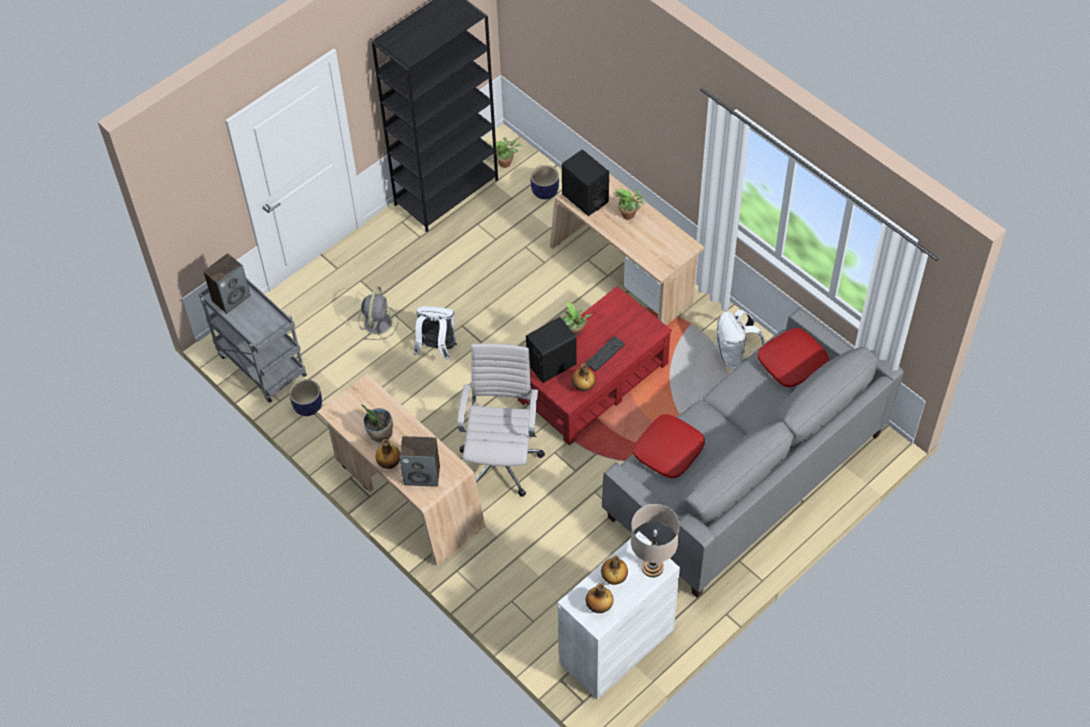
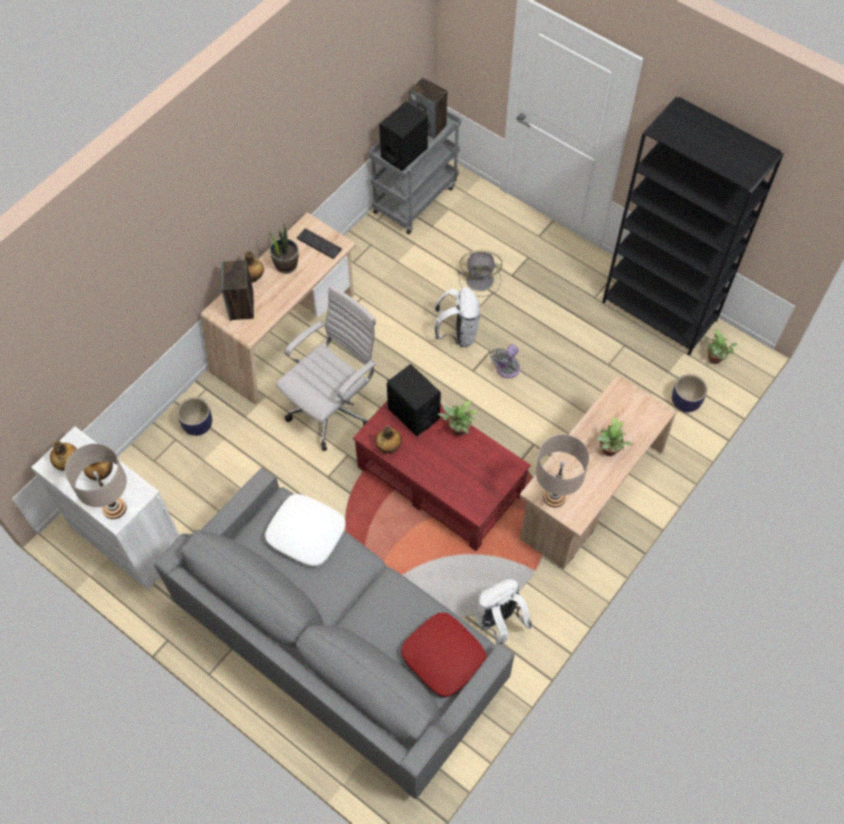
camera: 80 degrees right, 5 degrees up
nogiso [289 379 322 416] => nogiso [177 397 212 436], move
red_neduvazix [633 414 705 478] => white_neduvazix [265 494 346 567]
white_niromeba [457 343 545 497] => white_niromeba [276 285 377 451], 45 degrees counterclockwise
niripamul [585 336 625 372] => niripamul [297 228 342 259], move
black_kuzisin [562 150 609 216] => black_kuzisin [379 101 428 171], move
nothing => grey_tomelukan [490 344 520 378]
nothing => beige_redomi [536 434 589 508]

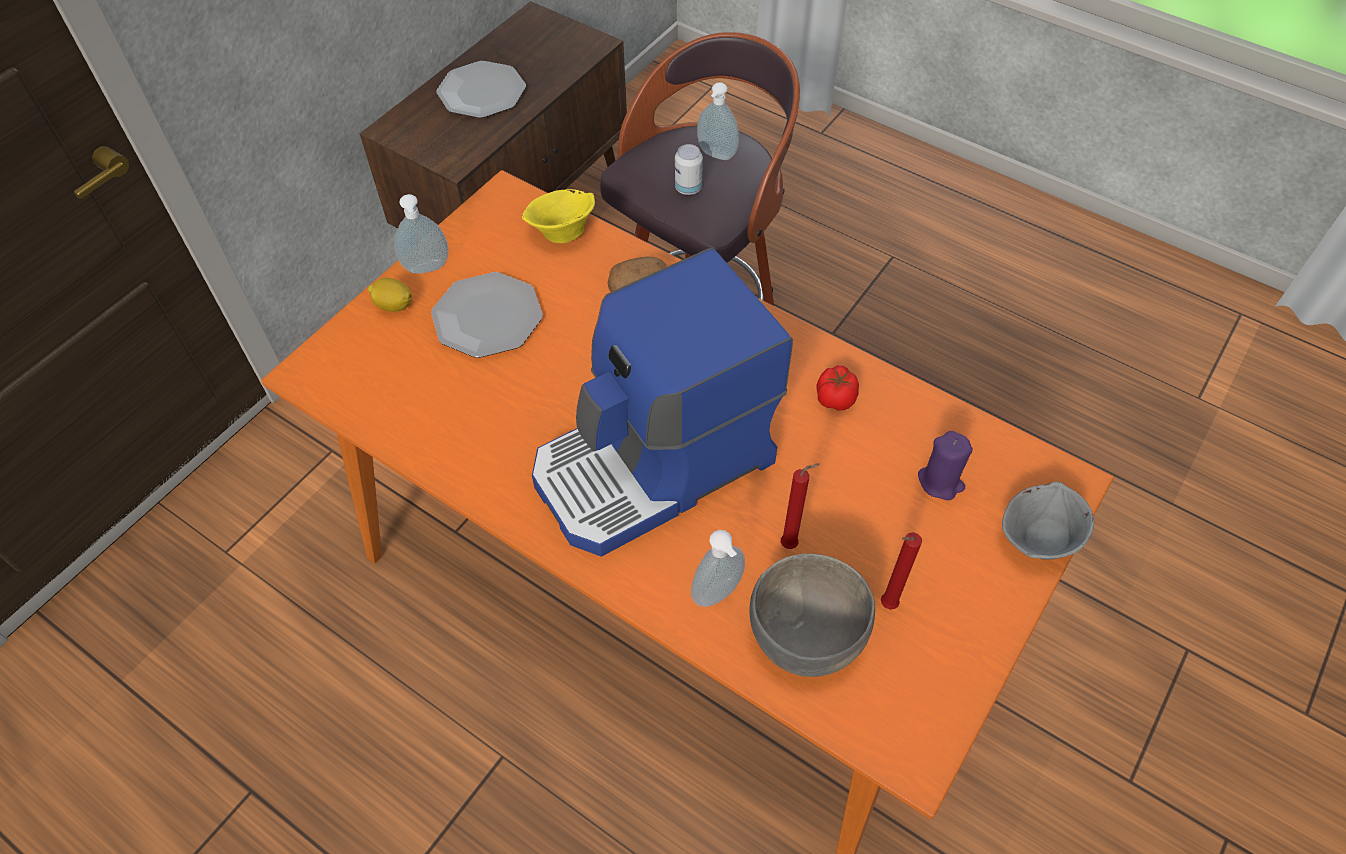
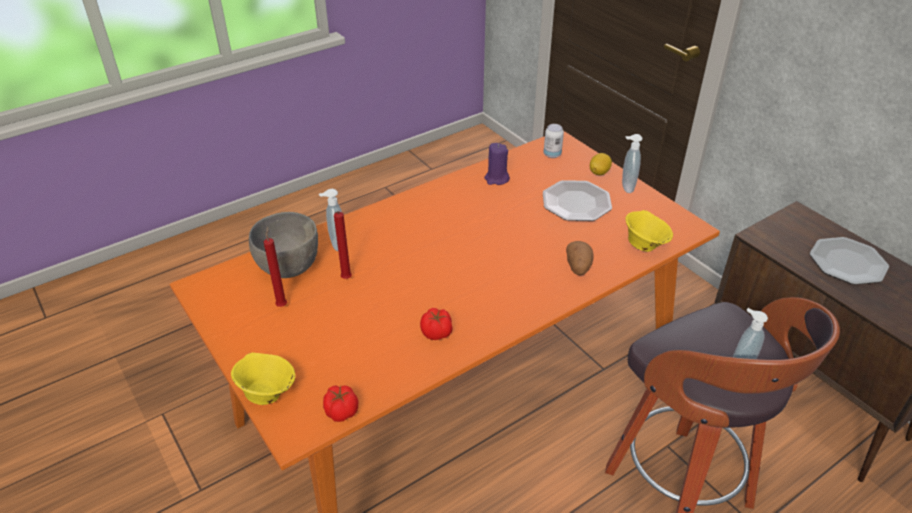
camera: 110 degrees right, 15 degrees down
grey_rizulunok [1002 481 1094 560] => yellow_rizulunok [231 353 295 405]
nothing => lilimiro [323 385 358 422]
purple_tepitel [918 431 973 500] => purple_tepitel [484 143 510 185], move
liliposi [675 144 703 195] => liliposi [544 124 564 158], move
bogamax [532 248 793 556] => nothing

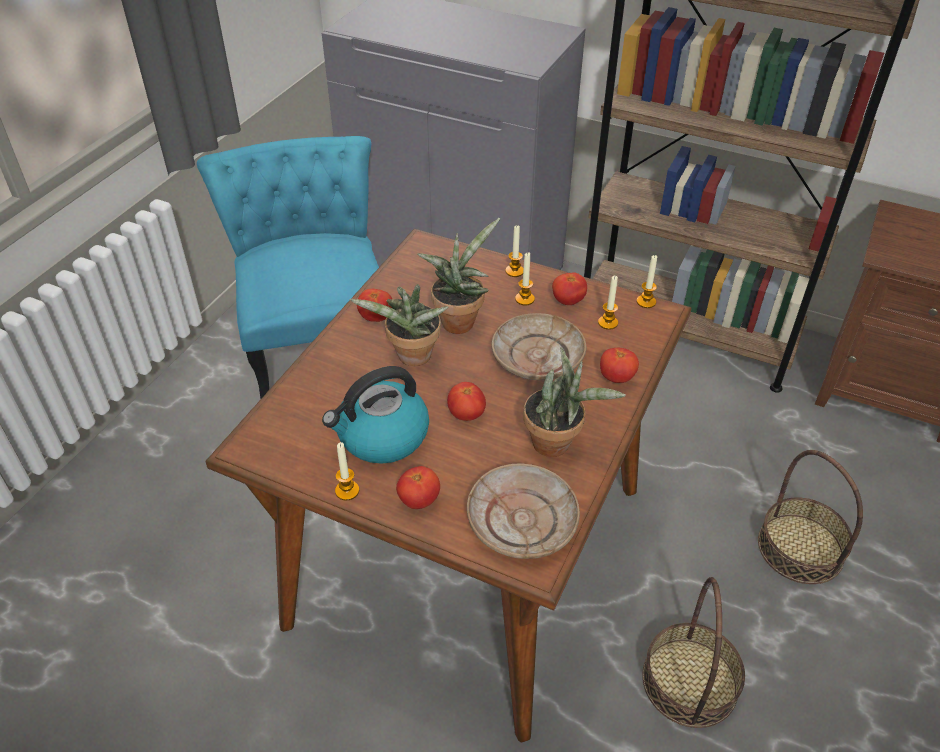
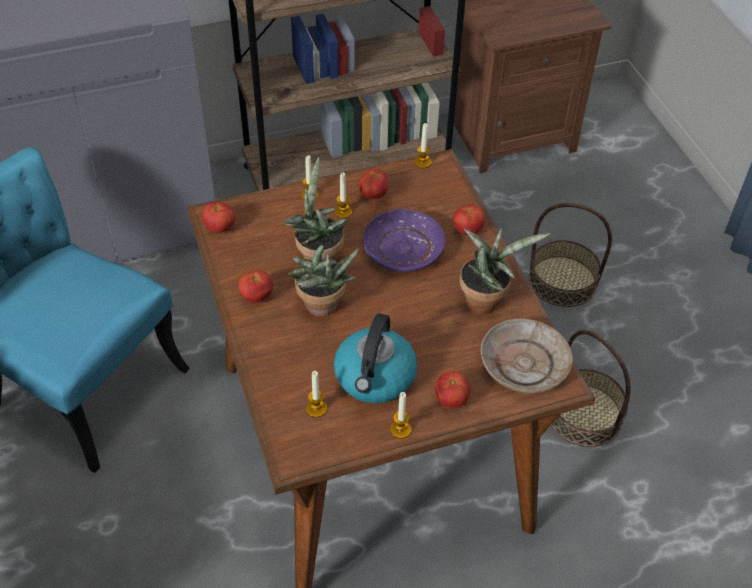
camera: 45 degrees left, 5 degrees up
lilimiro [447 382 486 421] => lilimiro [202 202 235 233], move
tepitel [598 275 618 330] => tepitel [306 371 327 418], move
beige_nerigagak [492 313 586 380] => purple_nerigagak [363 209 446 272]

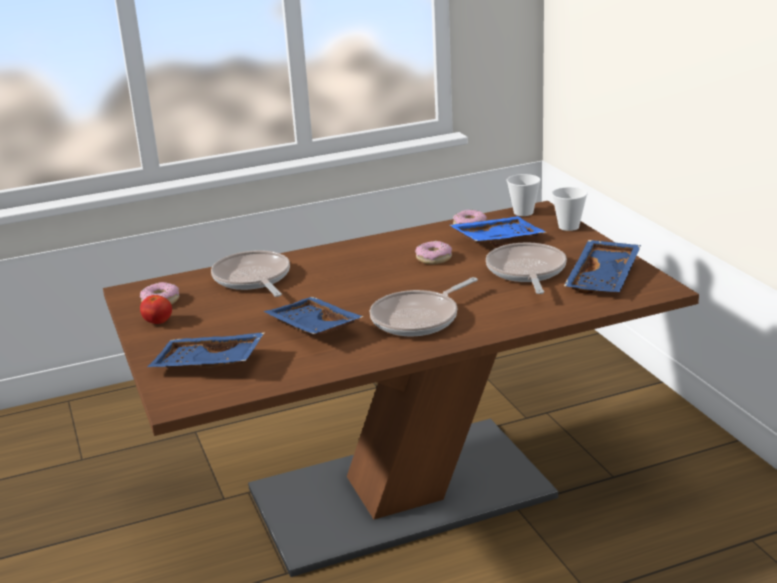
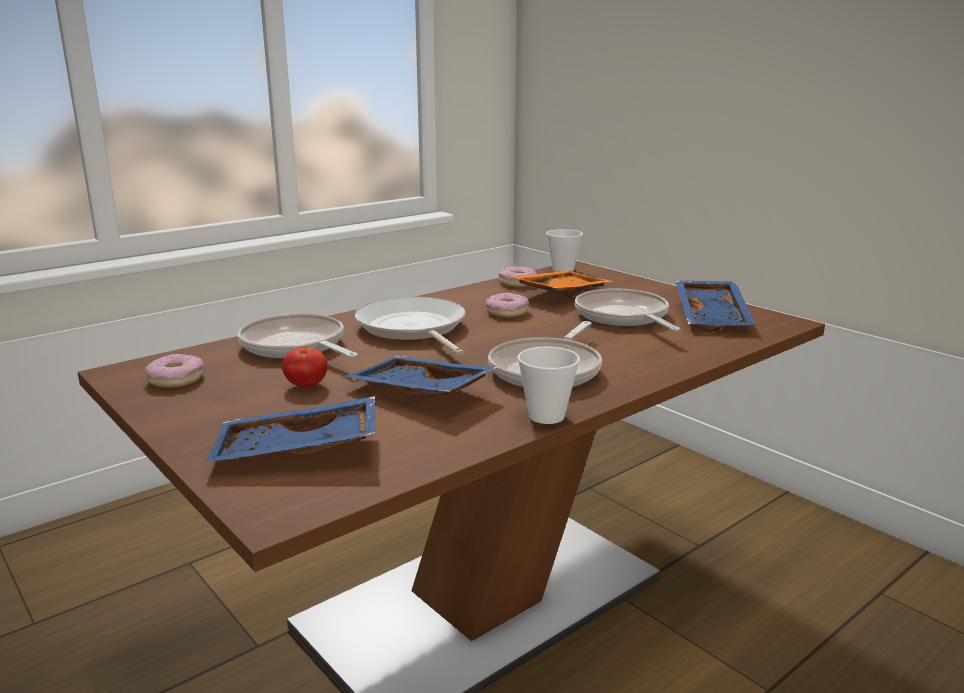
camera: 20 degrees left, 5 degrees down
lilimiro [140 295 172 324] => lilimiro [282 348 328 387], move
nothing => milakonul [355 297 465 356]
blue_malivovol [450 216 546 247] => orange_malivovol [510 270 613 297]
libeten [552 187 587 231] => libeten [517 346 580 424], move

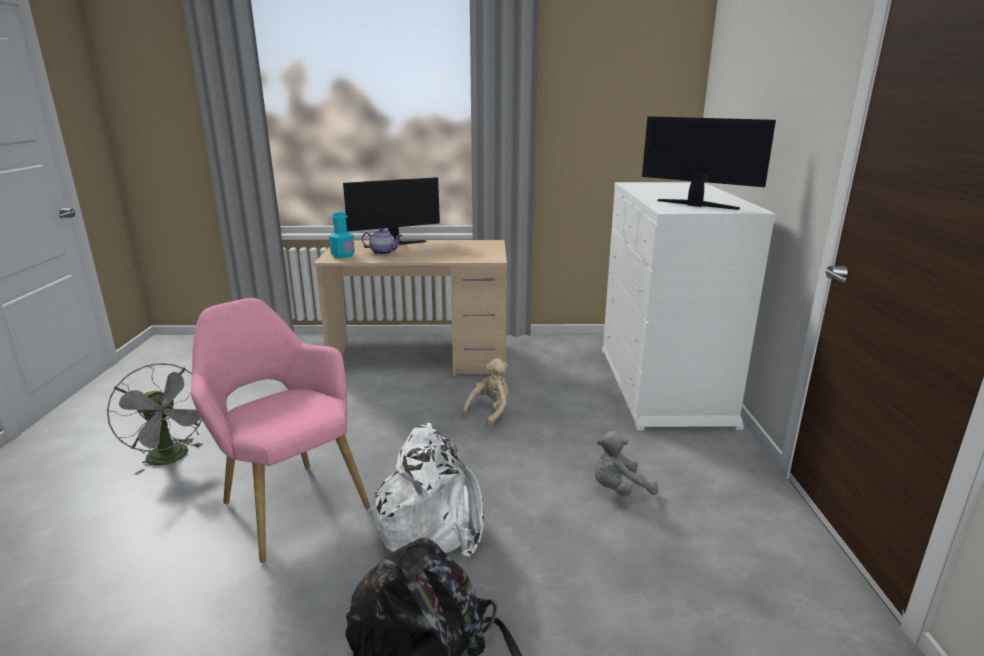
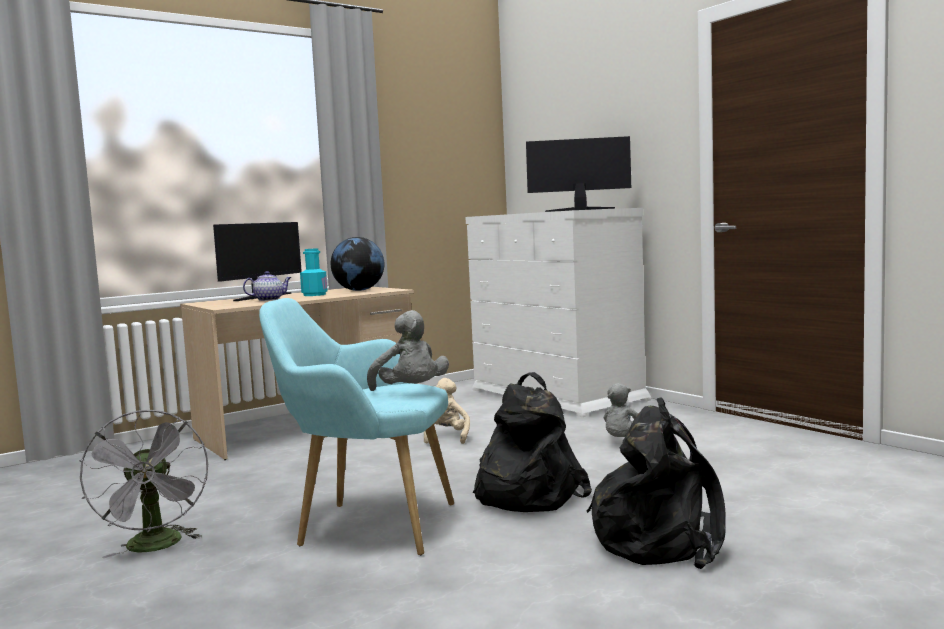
camera: 35 degrees left, 15 degrees down
grey_tomelukan [106 363 203 475] => grey_tomelukan [79 410 208 558], 60 degrees clockwise
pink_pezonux [191 298 370 563] => turquoise_pezonux [259 298 454 556]
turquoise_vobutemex [329 212 355 258] => turquoise_vobutemex [300 248 327 296], move
nothing => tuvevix [331 237 384 291]
nothing => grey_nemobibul [367 310 449 391]
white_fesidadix [368 423 484 557] => black_fesidadix [472 372 592 512]

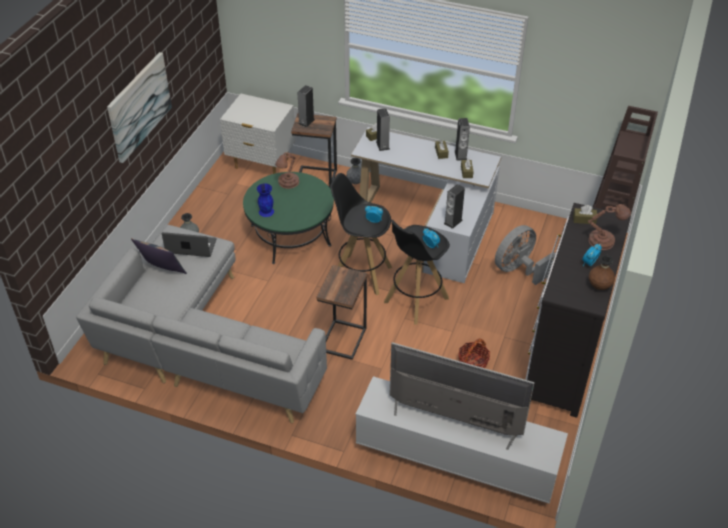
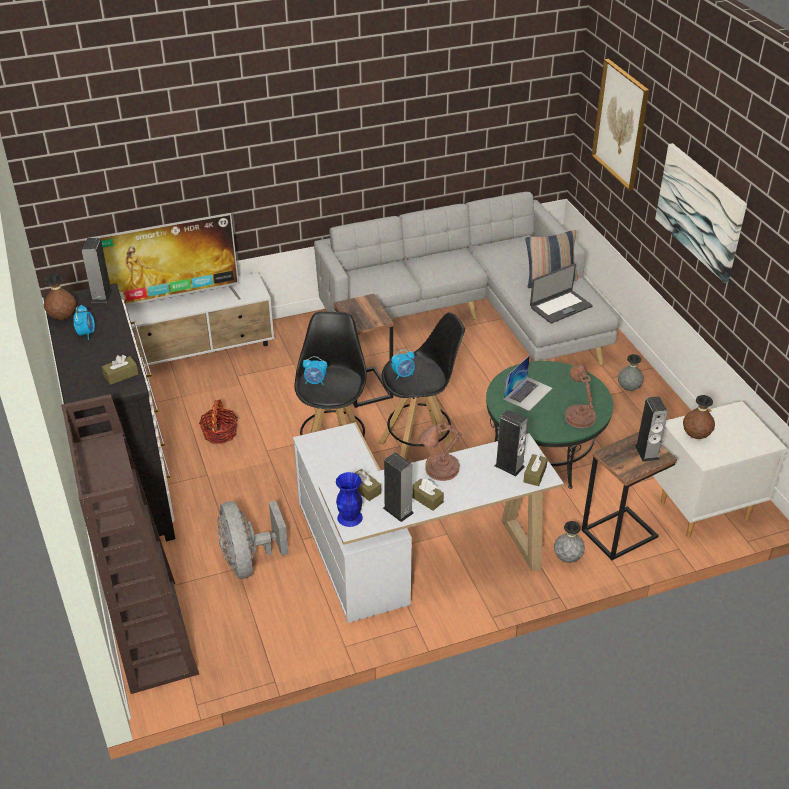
camera: 140 degrees right, 5 degrees down
kuzisin [444 184 465 229] => kuzisin [82 238 112 302], move
grey_tomelukan [495 225 555 285] => grey_tomelukan [218 501 289 579], 150 degrees clockwise
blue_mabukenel [257 183 274 217] => blue_mabukenel [336 472 363 527], move
brown_redomi [588 204 631 250] => brown_redomi [419 423 462 481], move
nothing => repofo [504 355 552 411]
nothing => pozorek [592 59 649 191]
nothing => brown_mabukenel [683 395 715 439]

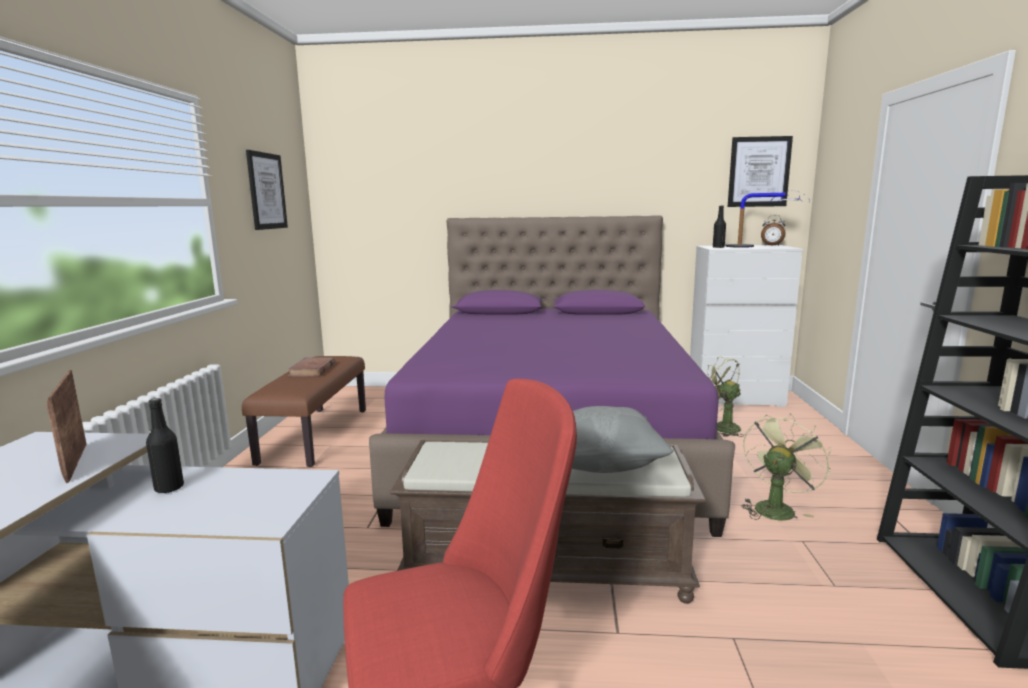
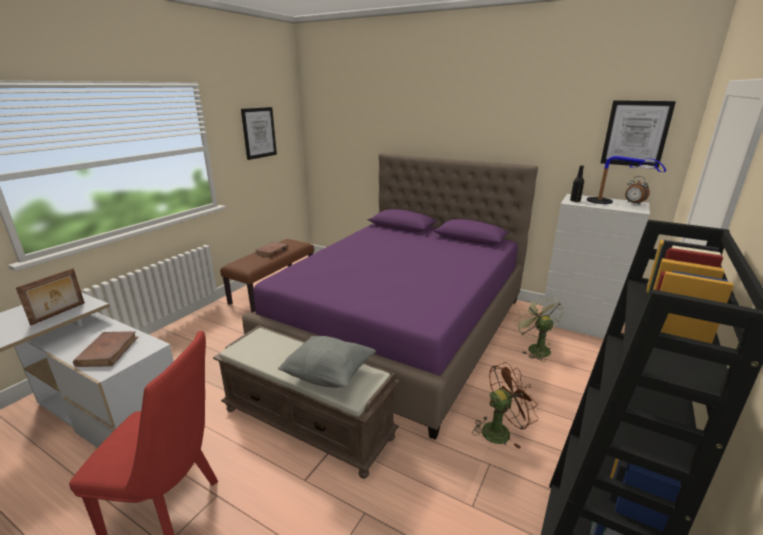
camera: 25 degrees right, 10 degrees up
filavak [47 370 86 483] => filavak [16 268 85 325], 150 degrees counterclockwise
nothing => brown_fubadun [73 331 138 367]
green_tomelukan [741 413 832 521] => brown_tomelukan [472 362 538 449]
black_vobutemex [146 398 184 493] => nothing

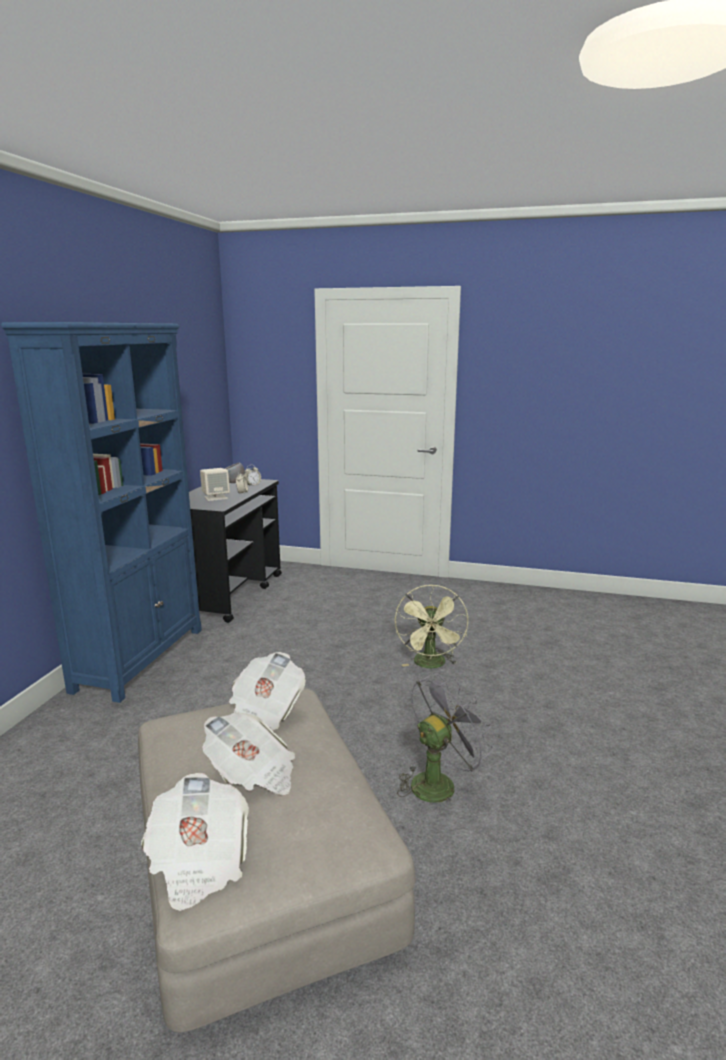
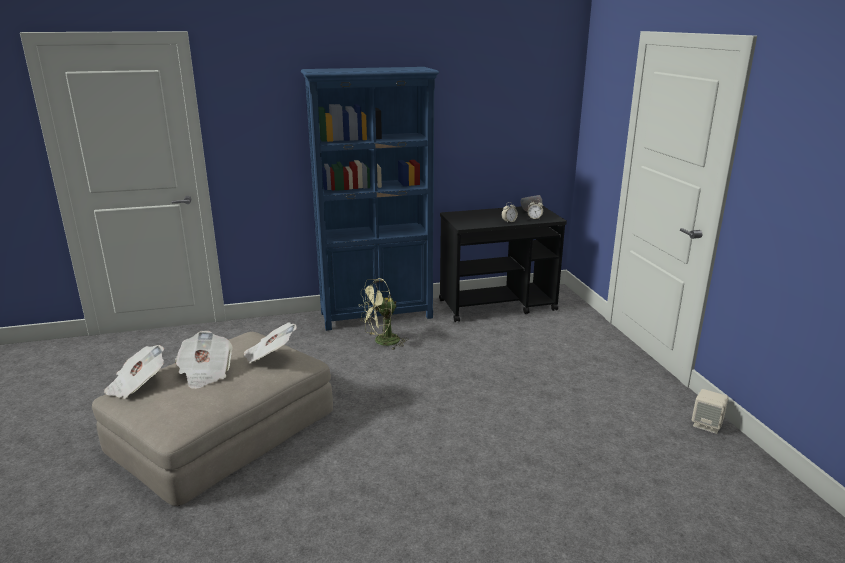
camera: 60 degrees right, 5 degrees up
green_tomelukan [395 584 468 668] => green_tomelukan [359 278 407 350], move
beige_kuzisin [200 468 230 501] => beige_kuzisin [692 389 729 434], move
grey_tomelukan [397 673 493 803] => nothing

